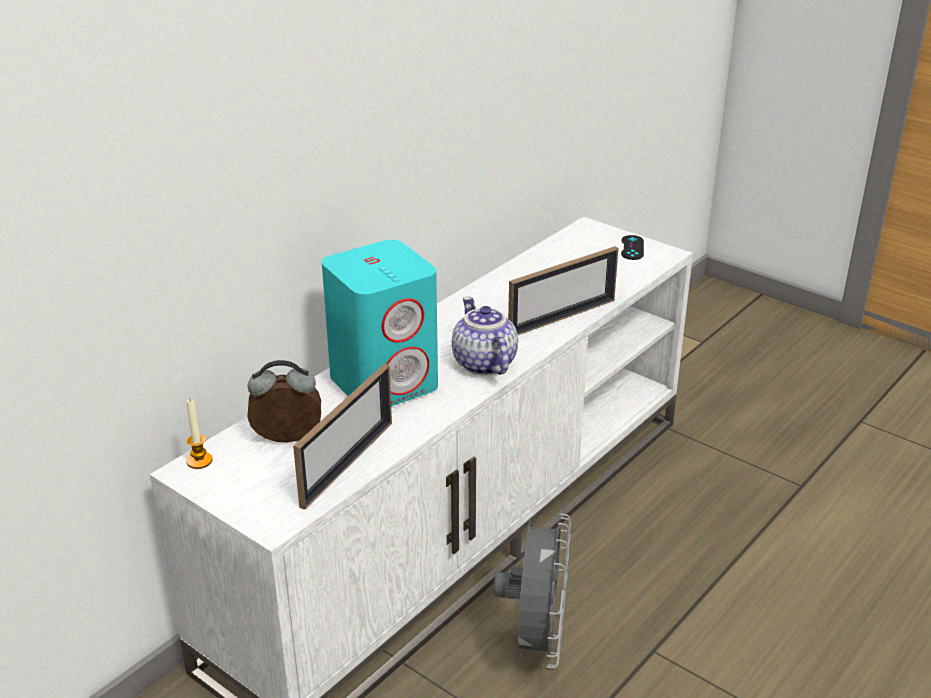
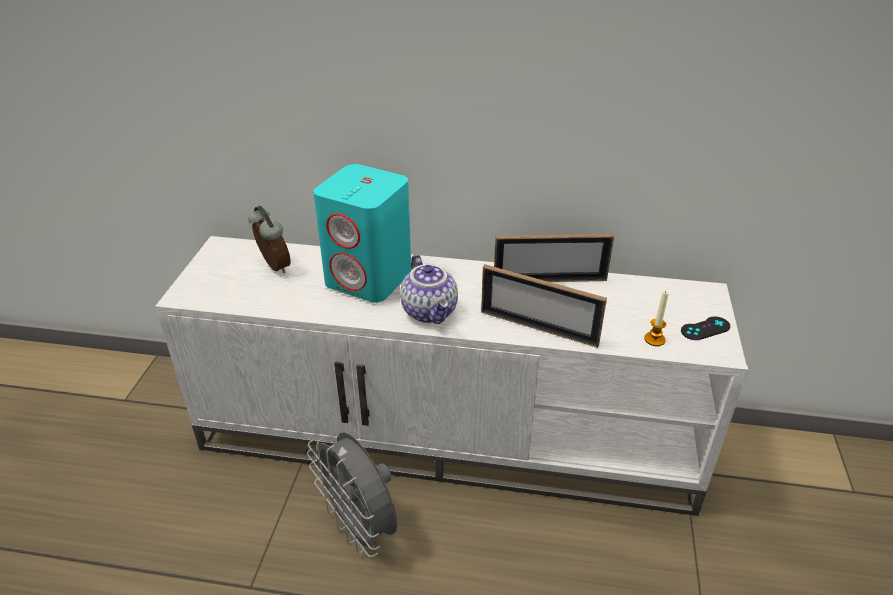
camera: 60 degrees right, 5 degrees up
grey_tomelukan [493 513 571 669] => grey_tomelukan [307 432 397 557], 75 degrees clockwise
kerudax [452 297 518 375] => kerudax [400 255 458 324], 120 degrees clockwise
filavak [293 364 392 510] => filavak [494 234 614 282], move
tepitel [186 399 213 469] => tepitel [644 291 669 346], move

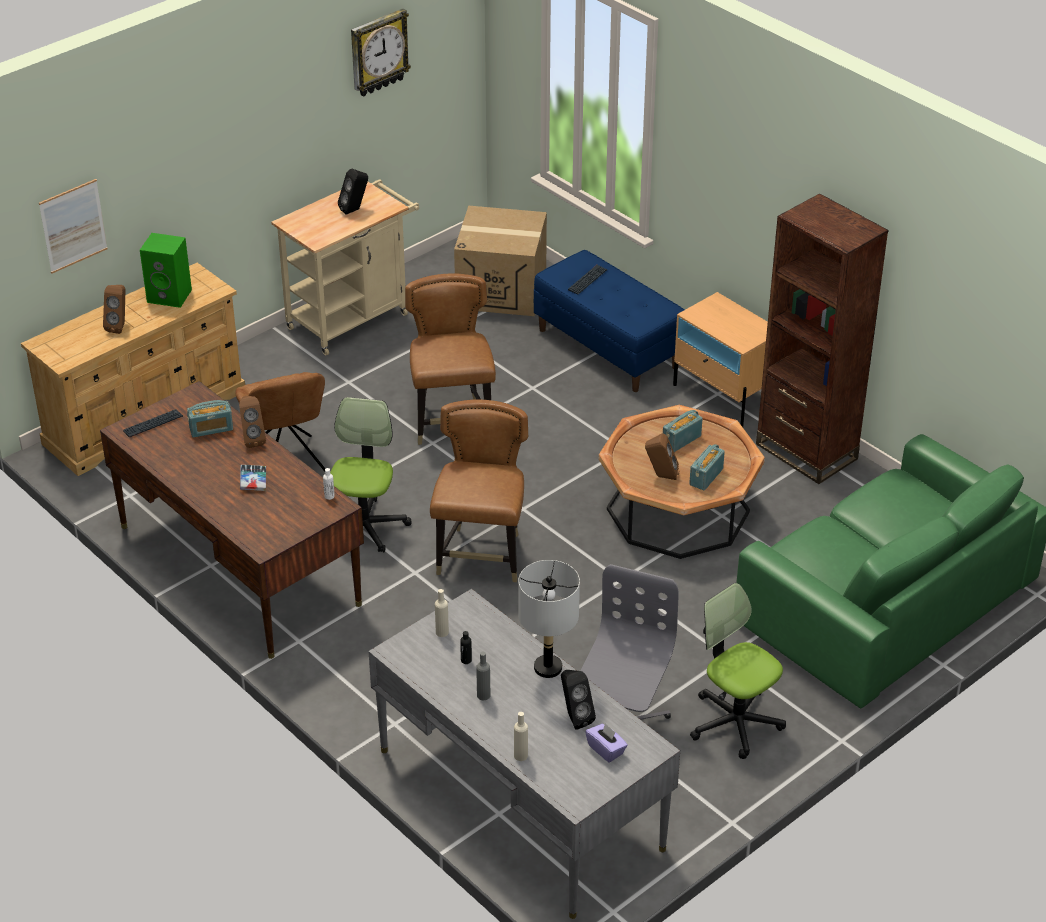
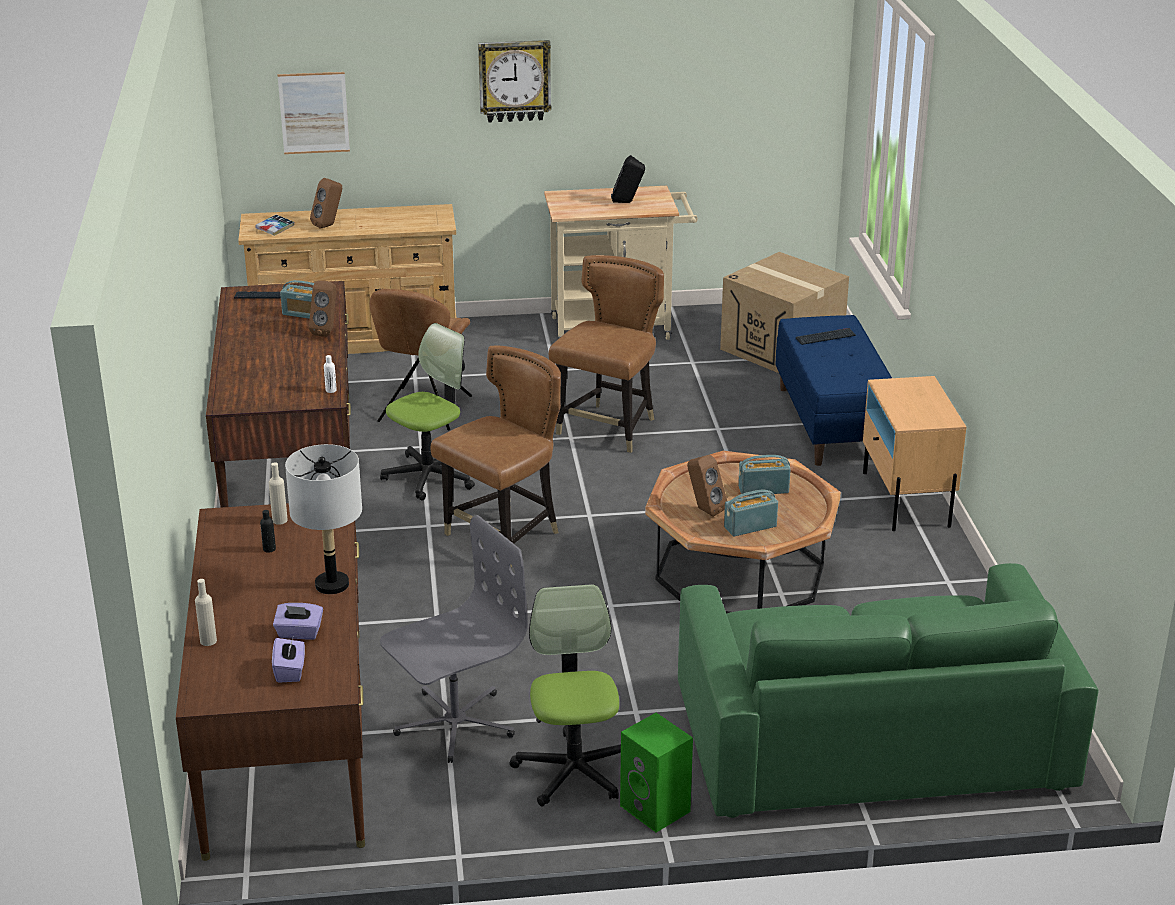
camera: 35 degrees right, 10 degrees down
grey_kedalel [369 589 680 919] => brown_kedalel [176 503 365 861]
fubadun [240 465 266 491] => fubadun [255 215 294 236], move
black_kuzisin [561 670 596 730] => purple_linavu [273 603 323 640]
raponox [351 8 411 97] => raponox [478 40 551 123], move
green_kuzisin [140 233 192 308] => green_kuzisin [620 713 693 832], move
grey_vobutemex [476 652 490 700] => nothing
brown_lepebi [756 193 888 484] => nothing

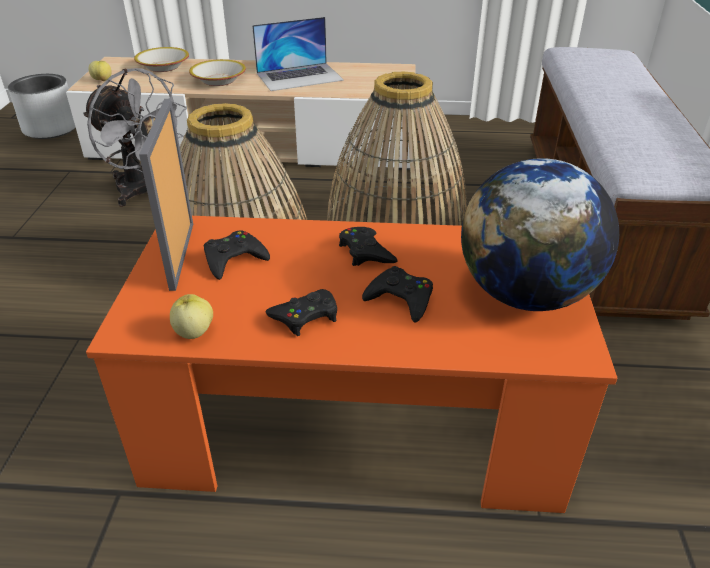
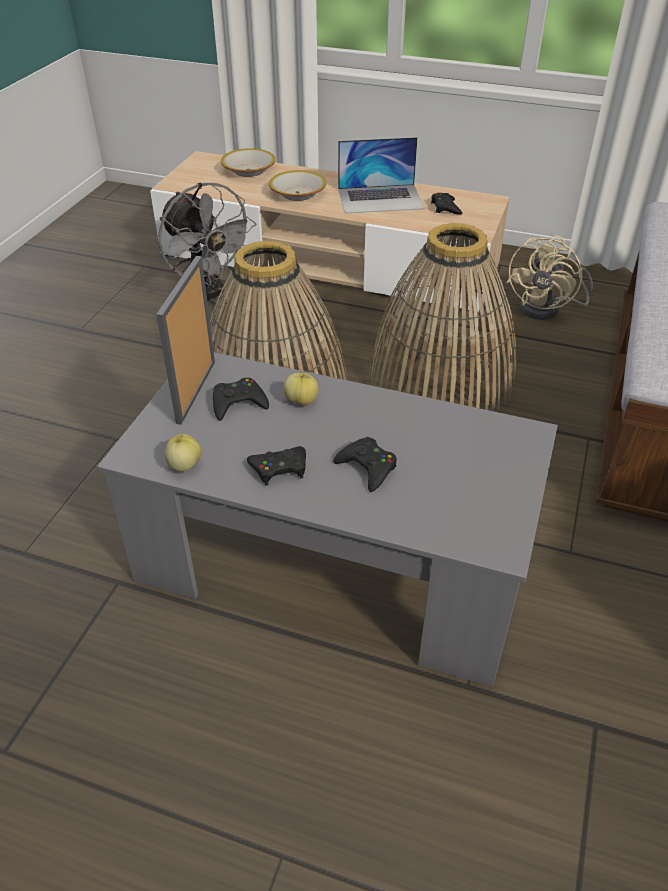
camera: 15 degrees right, 5 degrees up
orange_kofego [86 216 617 513] => grey_kofego [97 352 558 687]
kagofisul [89 61 112 81] => kagofisul [283 373 318 406], move
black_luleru [339 227 398 266] => black_luleru [431 192 462 215], move
nothing => beige_tomelukan [507 236 593 320]
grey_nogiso [8 74 76 139] => nothing
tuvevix [461 158 619 311] => nothing

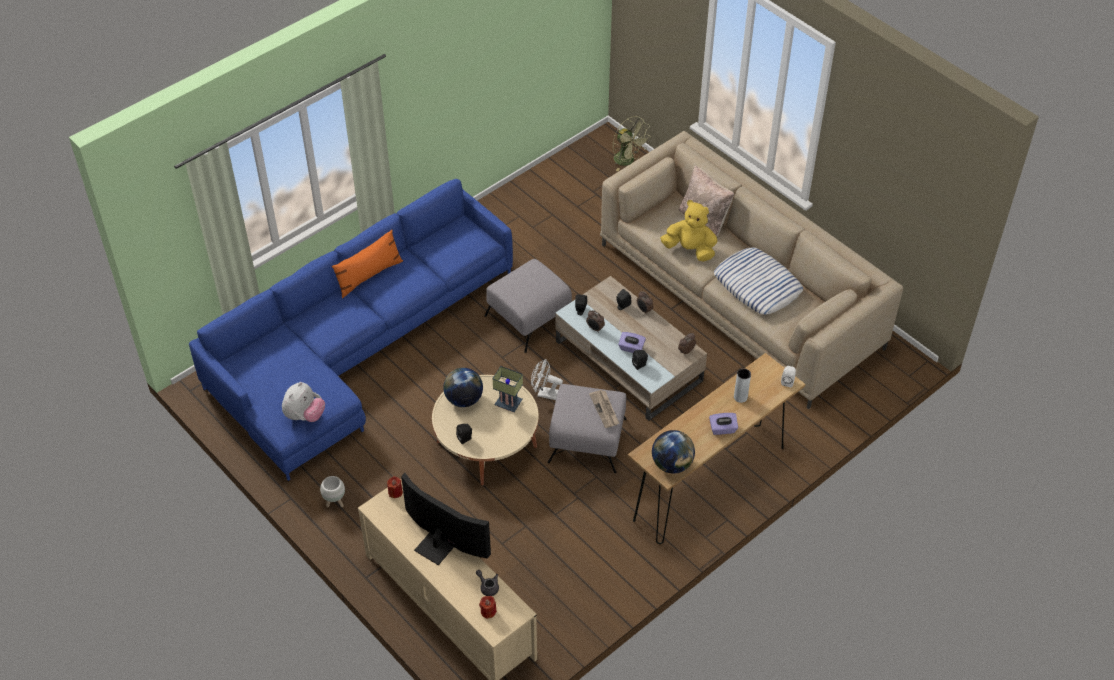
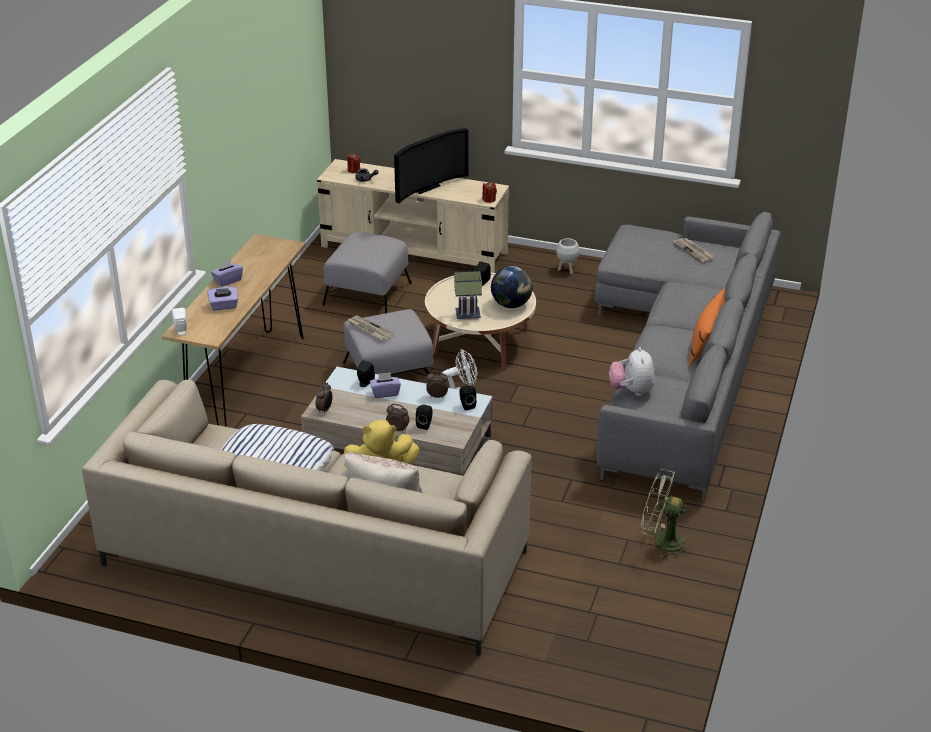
camera: 150 degrees right, 15 degrees down
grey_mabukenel [734 368 751 403] => purple_linavu [207 287 238 310]
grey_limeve [485 259 572 353] => grey_limeve [322 232 412 313], move
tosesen [401 473 491 565] => tosesen [394 128 469 204], 45 degrees counterclockwise
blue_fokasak [189 179 513 481] => grey_fokasak [594 212 781 502]
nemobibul [282 382 325 422] => nemobibul [609 347 655 396], move
green_tomelukan [613 116 651 171] => green_tomelukan [641 469 692 559], move
nothing => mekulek [673 238 714 263]
tuvevix [652 430 695 473] => nothing

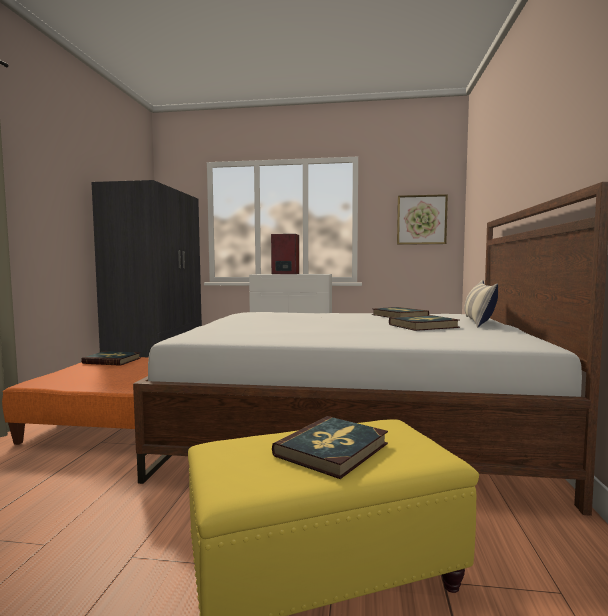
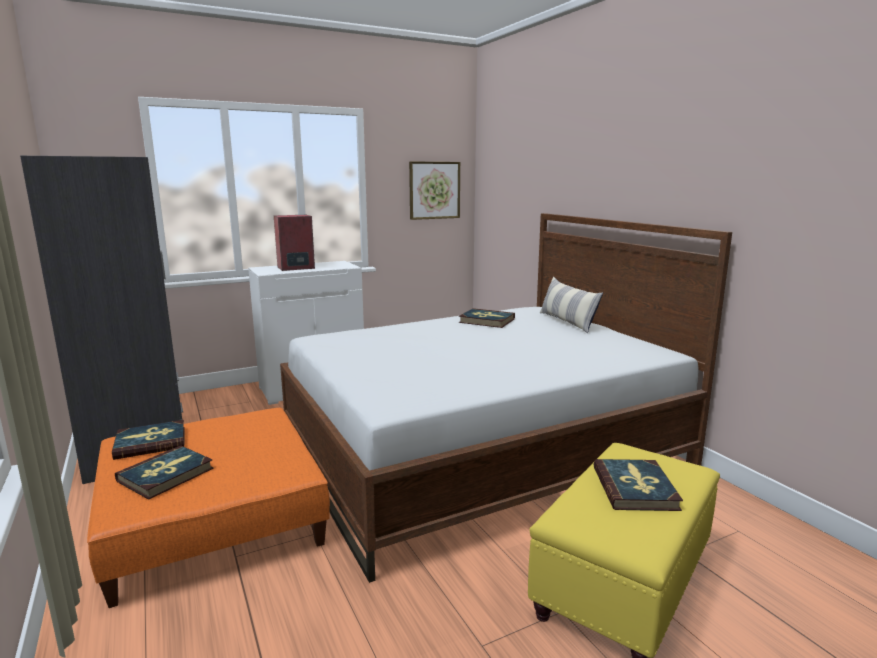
camera: 35 degrees left, 10 degrees up
fubadun [389 315 460 331] => fubadun [115 445 214 500], move

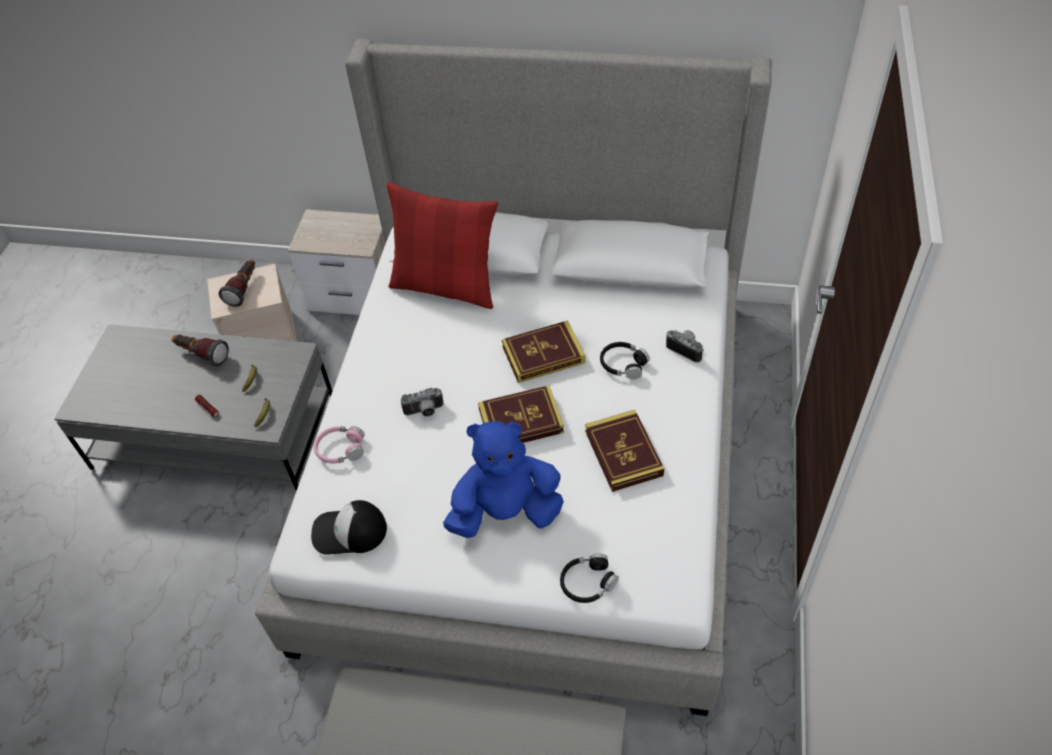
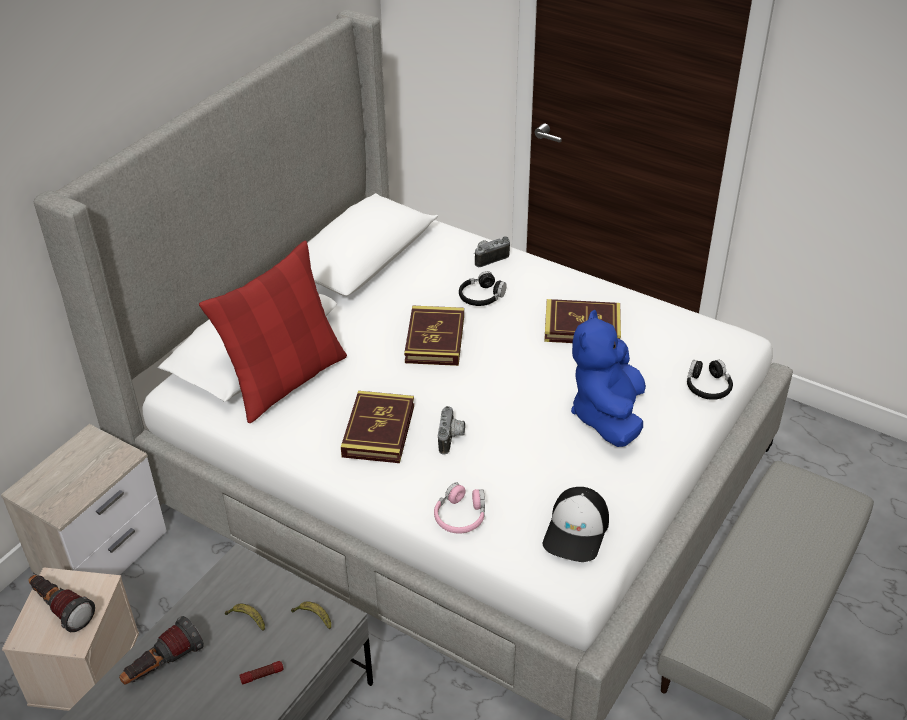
camera: 70 degrees left, 10 degrees down
fubadun [478 385 564 443] => fubadun [341 391 414 463], move

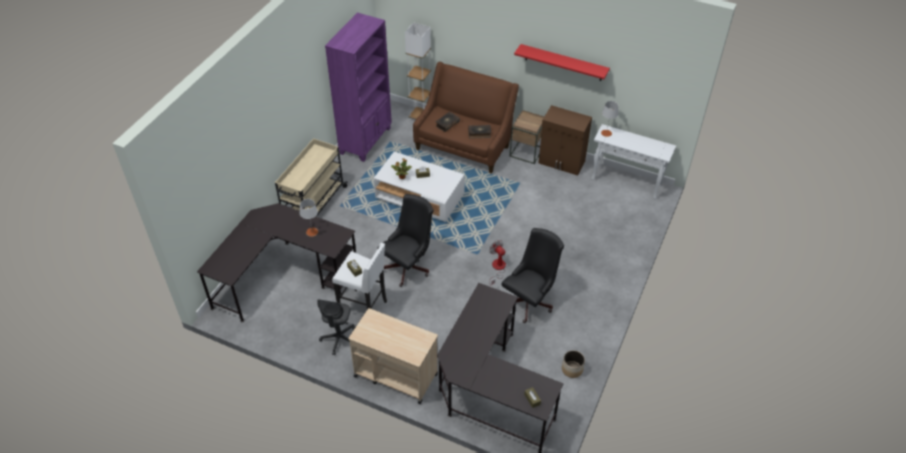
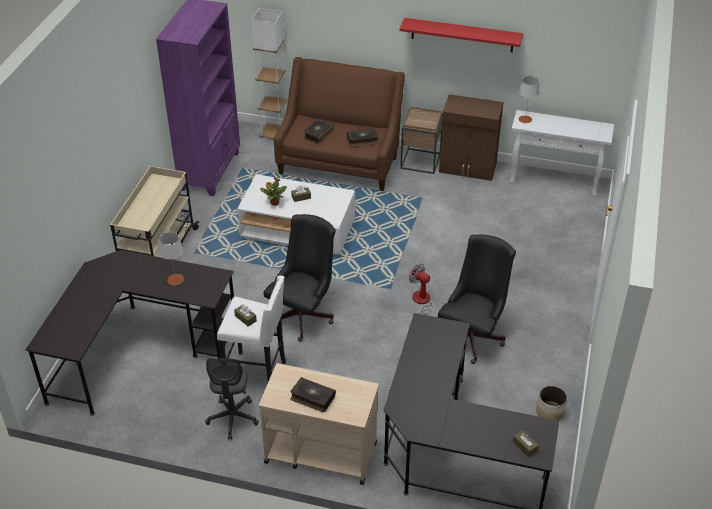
camera: 10 degrees left, 5 degrees down
nothing => fubadun [290 377 336 413]

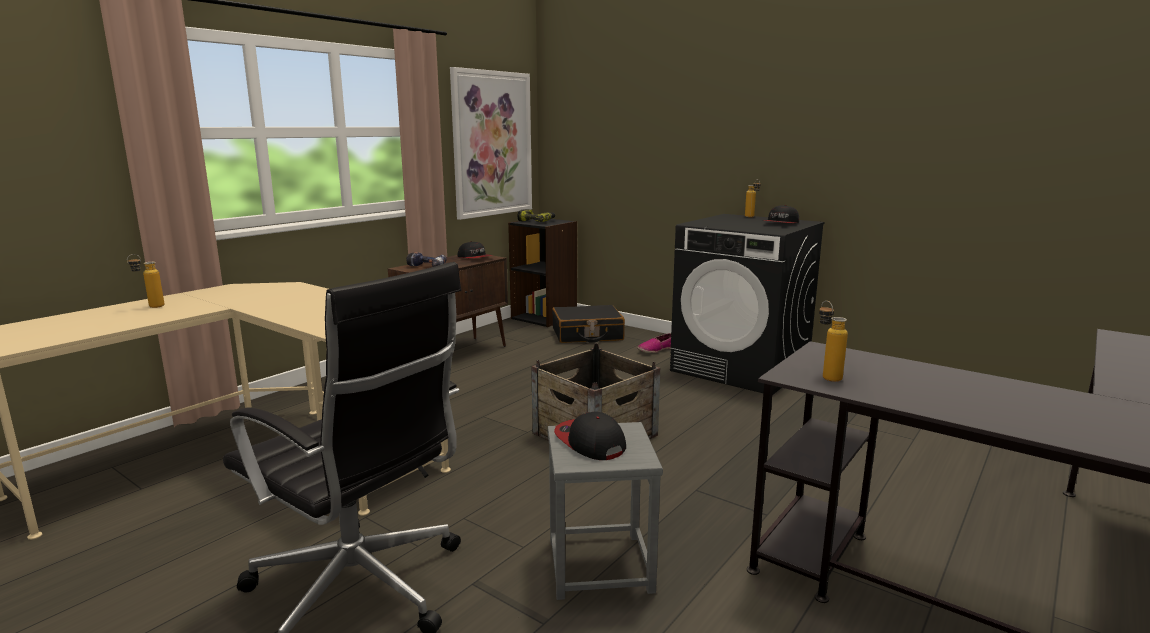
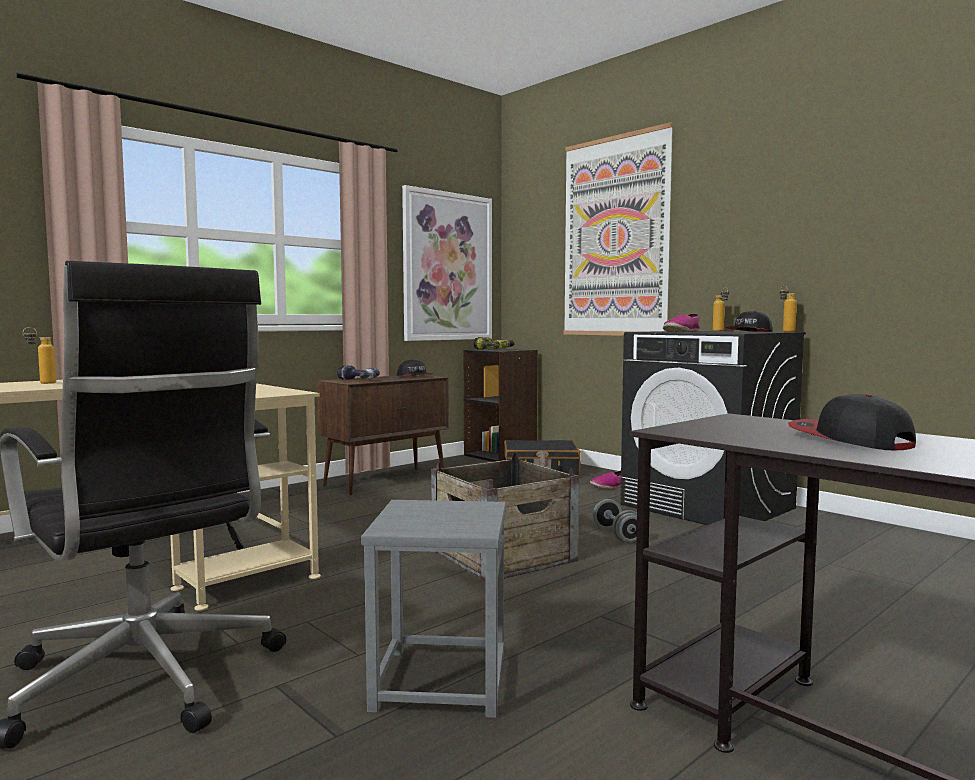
camera: 10 degrees right, 10 degrees down
nothing => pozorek [564 122 673 336]
nothing => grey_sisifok [593 499 637 543]
nothing => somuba [663 313 700 332]
vobutemex [819 301 848 382] => vobutemex [780 285 797 332], move
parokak [554 412 626 460] => parokak [788 394 916 450], move

